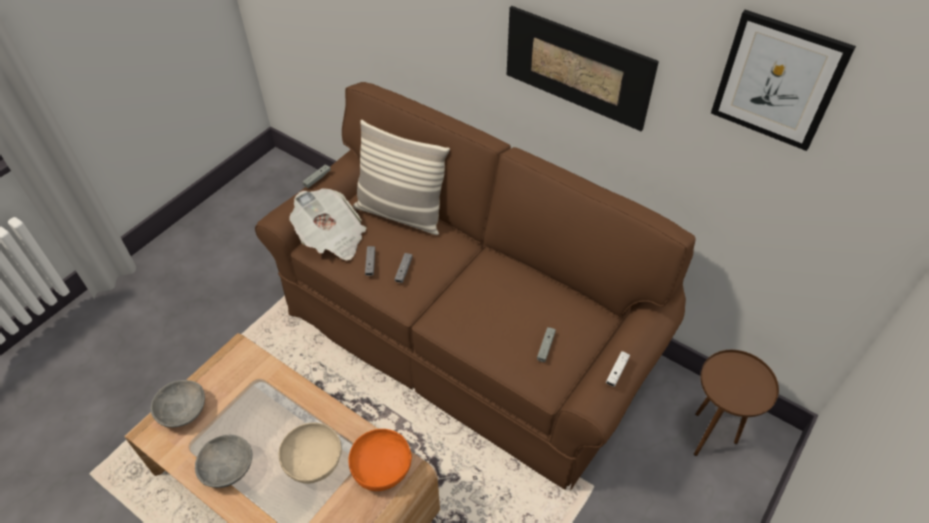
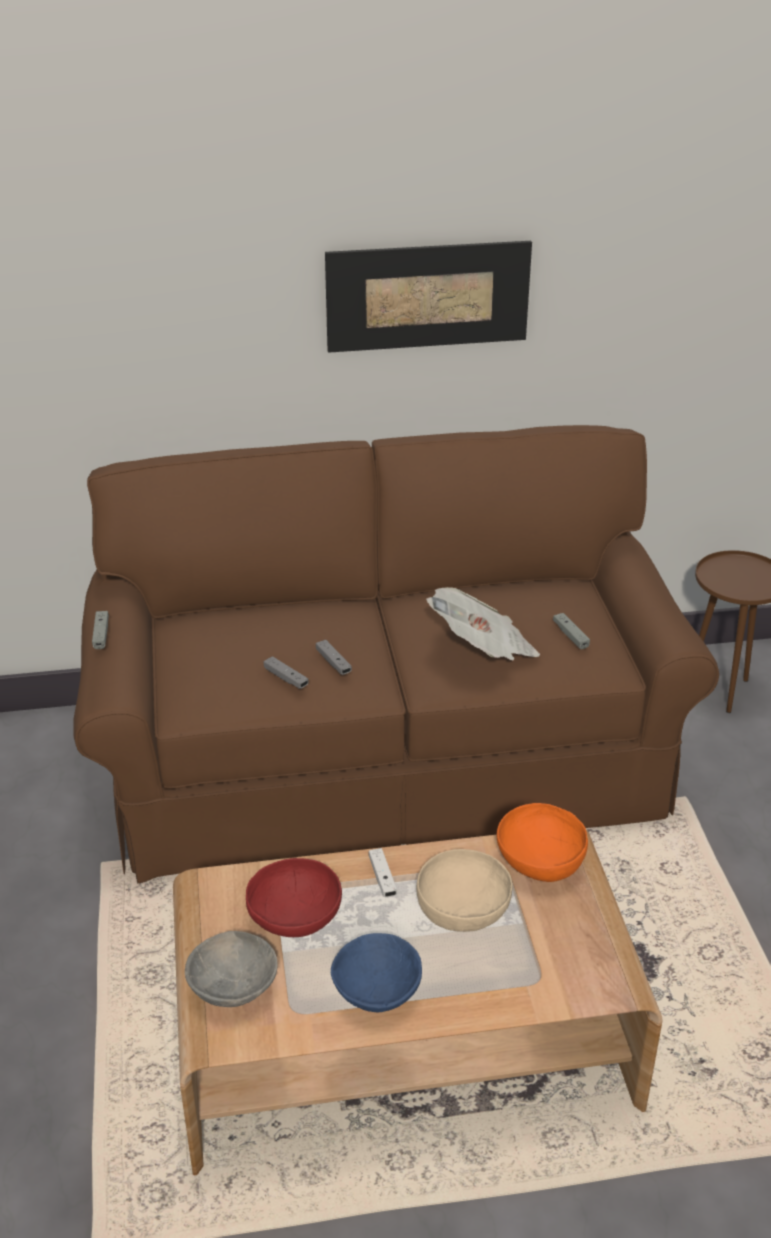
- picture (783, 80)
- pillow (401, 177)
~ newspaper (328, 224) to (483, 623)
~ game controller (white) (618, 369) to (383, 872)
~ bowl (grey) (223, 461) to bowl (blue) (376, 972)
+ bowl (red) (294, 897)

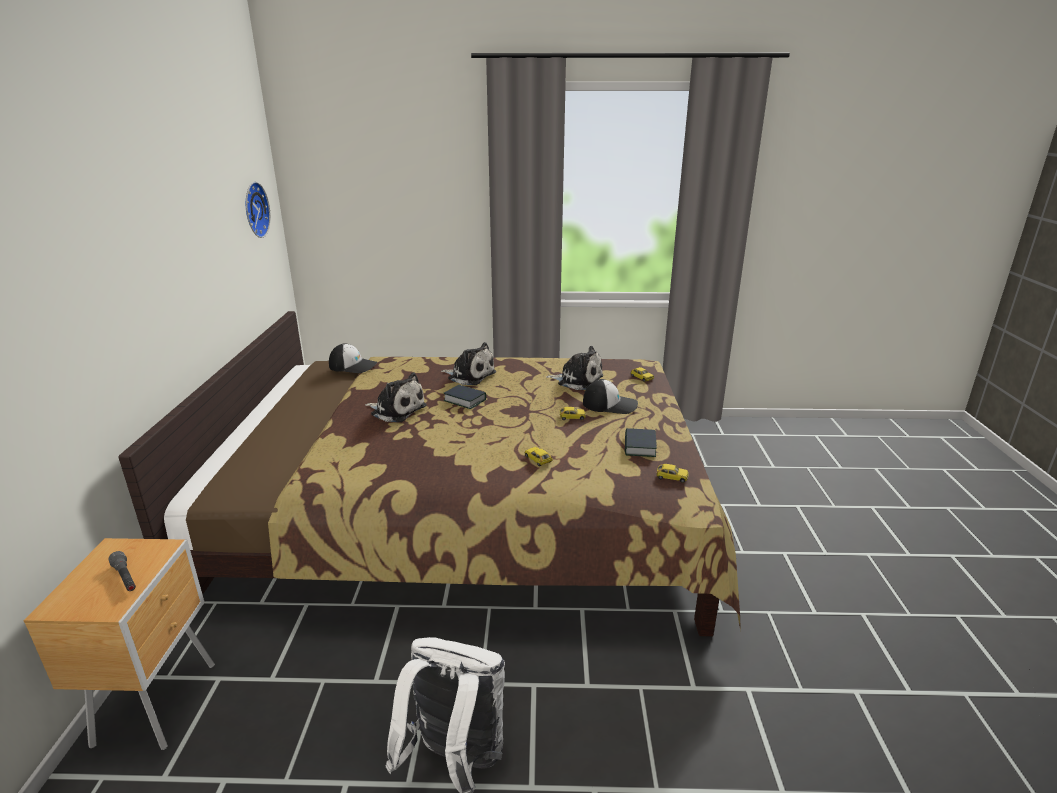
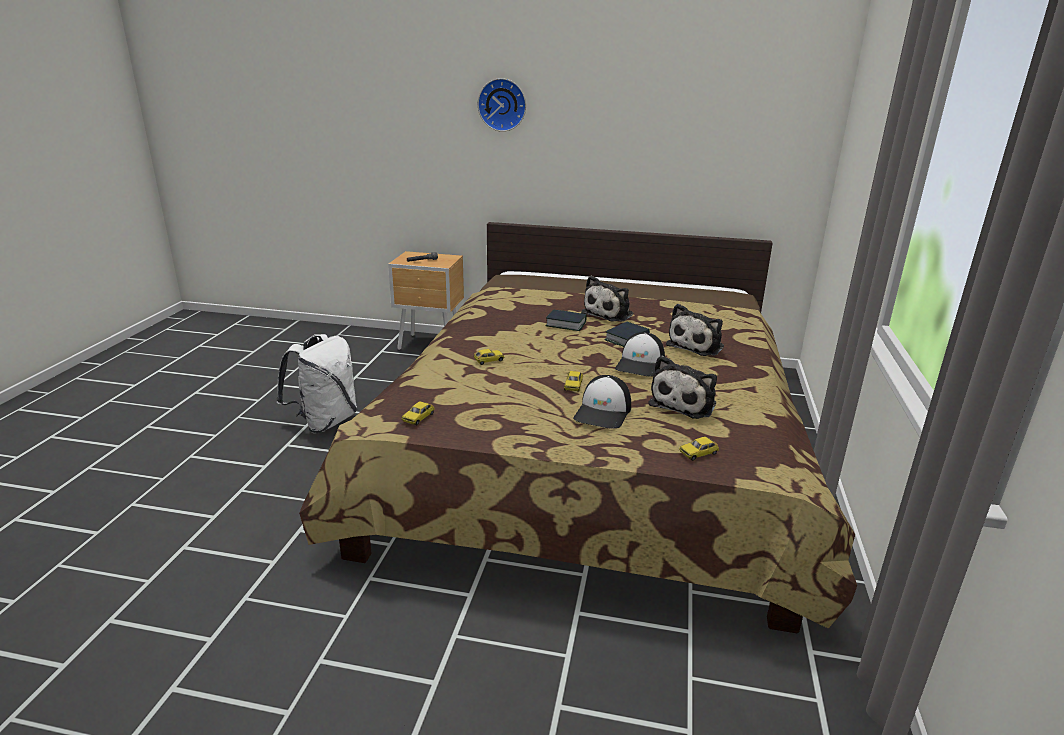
~ wall clock (258, 210) to (502, 105)
~ cap (353, 358) to (640, 354)
~ book (641, 442) to (566, 320)

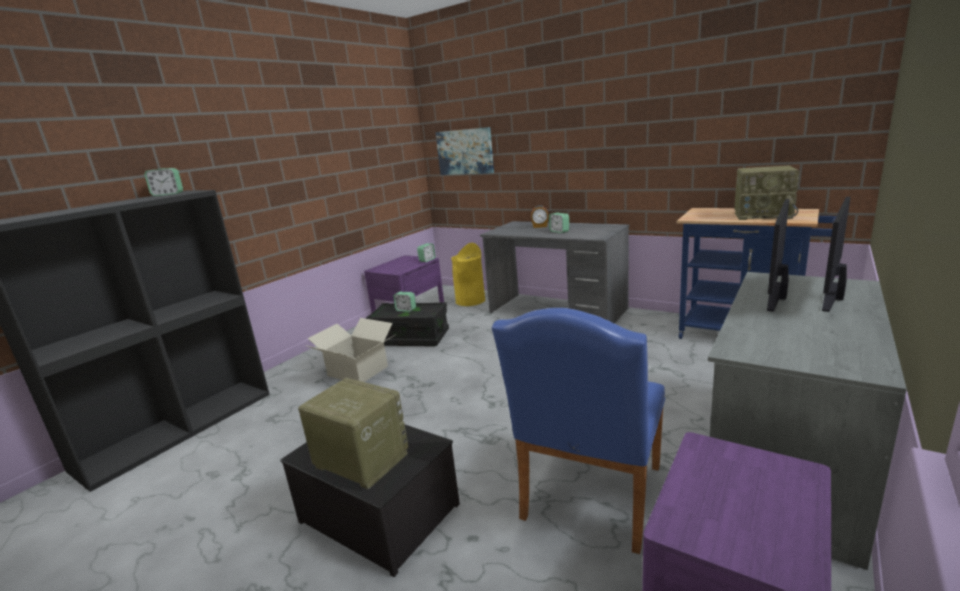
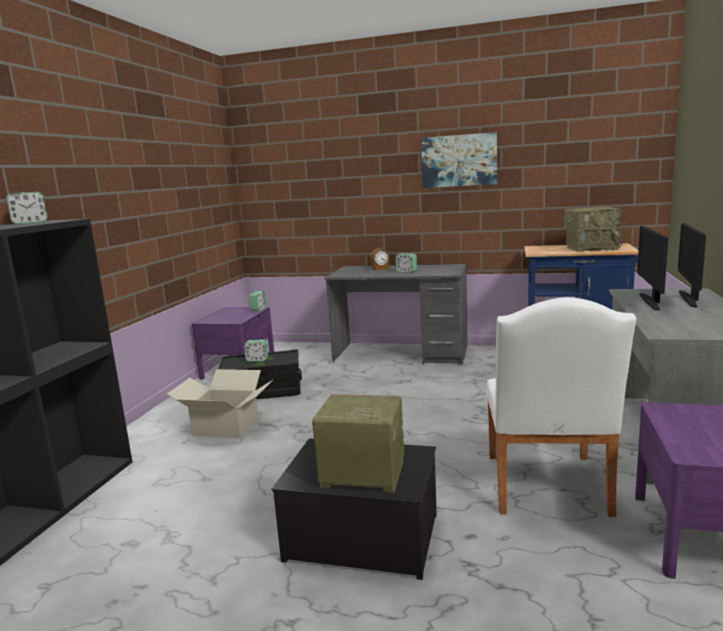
~ picture (465, 151) to (459, 160)
- trash can (yellow) (468, 274)
~ chair (blue) (579, 431) to chair (white) (561, 407)

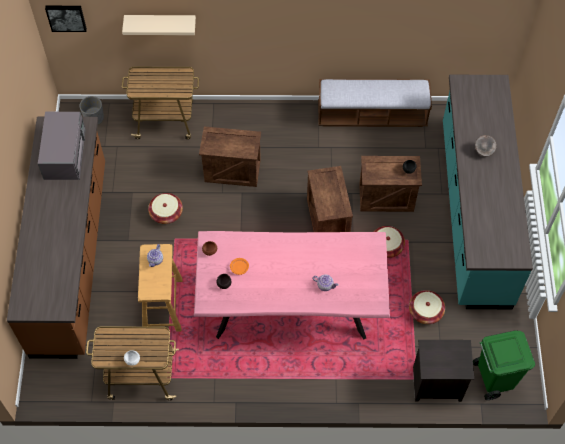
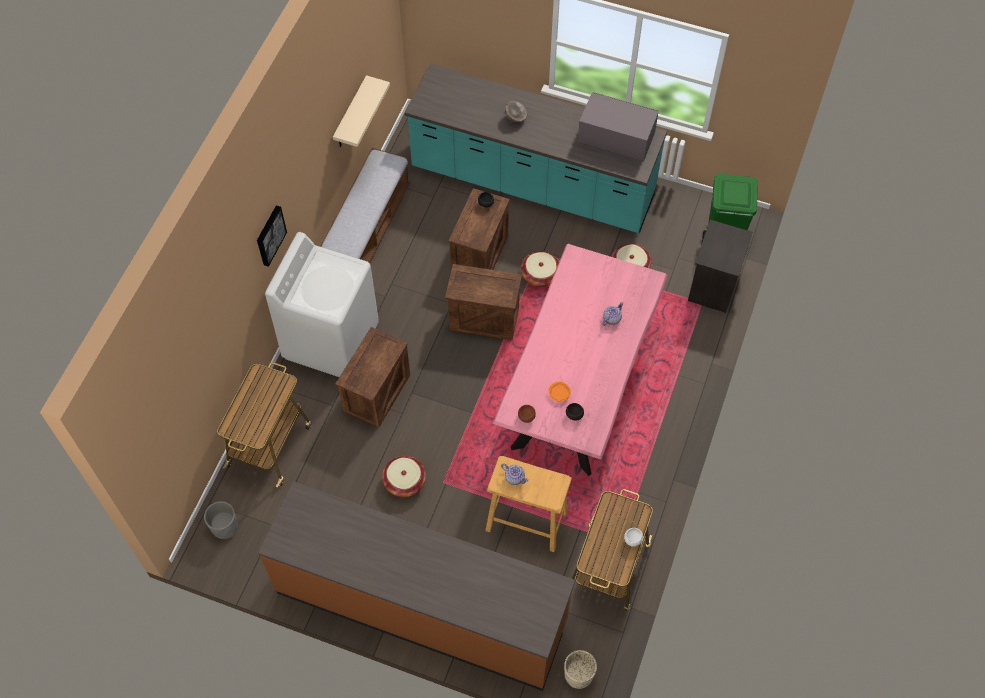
~ picture (66, 19) to (272, 236)
~ shelf (beige) (159, 25) to (361, 111)
~ microwave (grey) (62, 146) to (618, 127)
+ washing machine (white) (322, 304)
+ planter (beige) (580, 669)

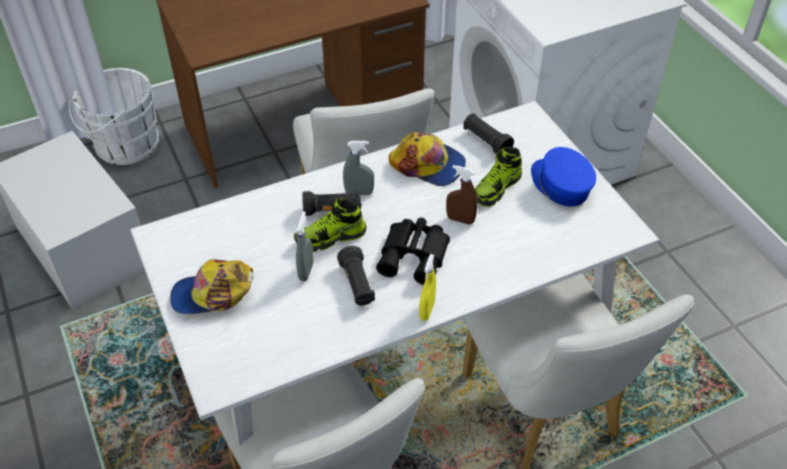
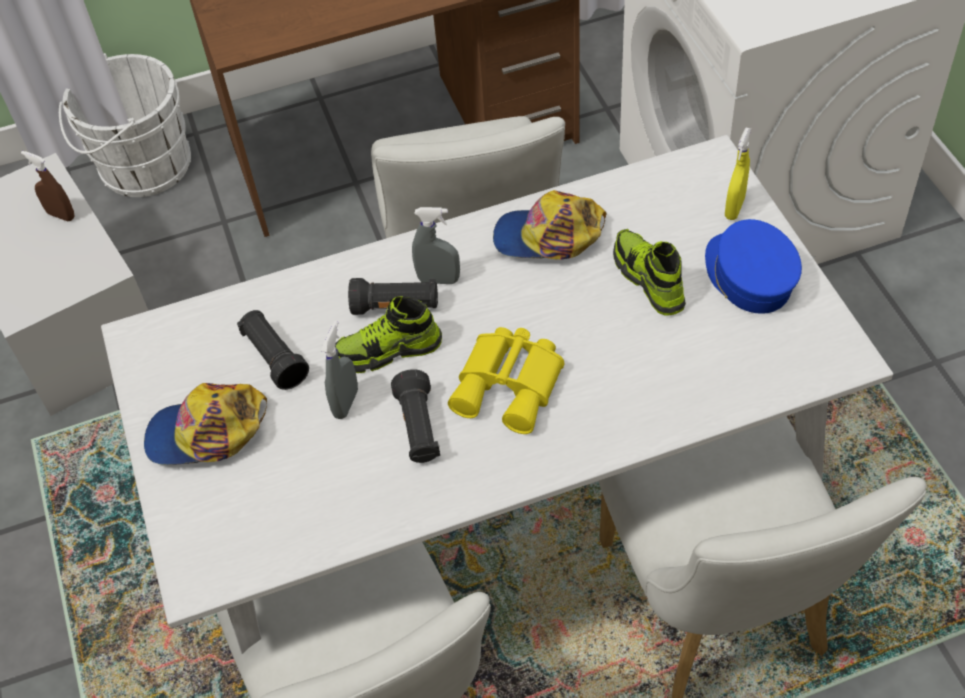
~ flashlight (black) (488, 133) to (273, 350)
~ cap (427, 159) = (550, 225) 150 degrees clockwise
~ shoe (498, 177) = (649, 272) 105 degrees clockwise
~ spray bottle (brown) (462, 195) to (48, 186)
~ binoculars (black) (413, 251) to binoculars (yellow) (506, 380)
~ spray bottle (yellow) (427, 287) to (738, 174)

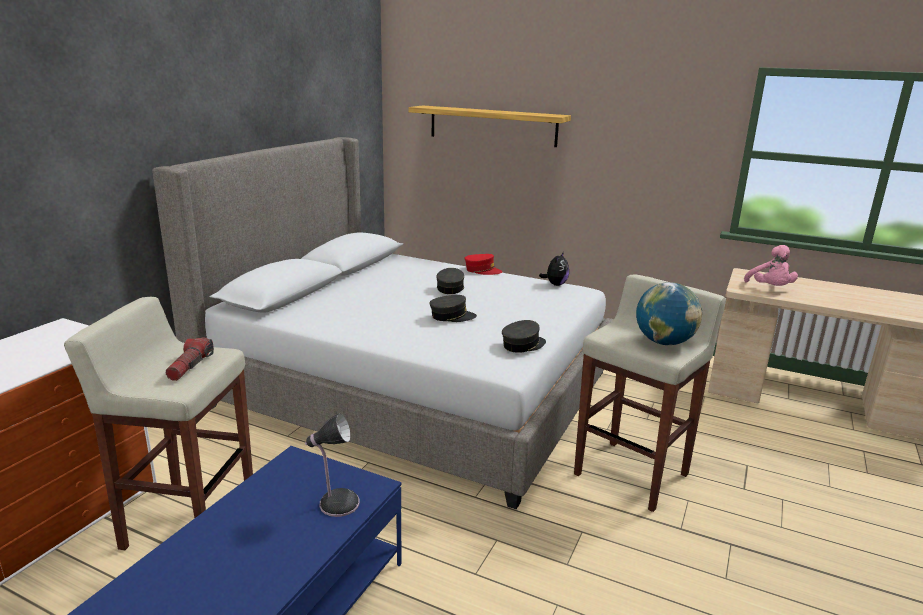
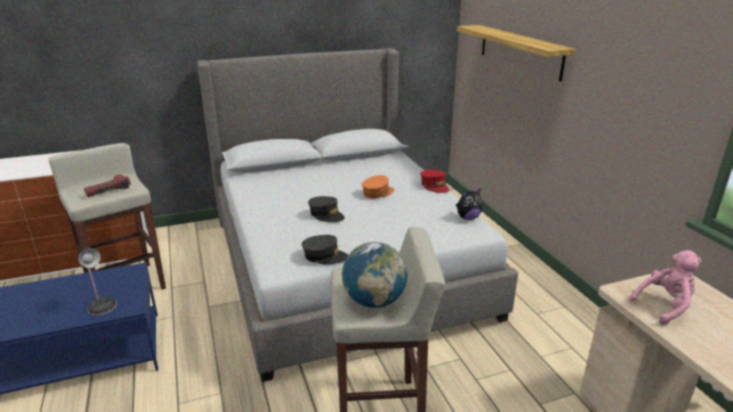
~ plush toy (pink) (771, 265) = (665, 287) 150 degrees counterclockwise
~ cap (grey) (450, 281) to cap (orange) (378, 186)

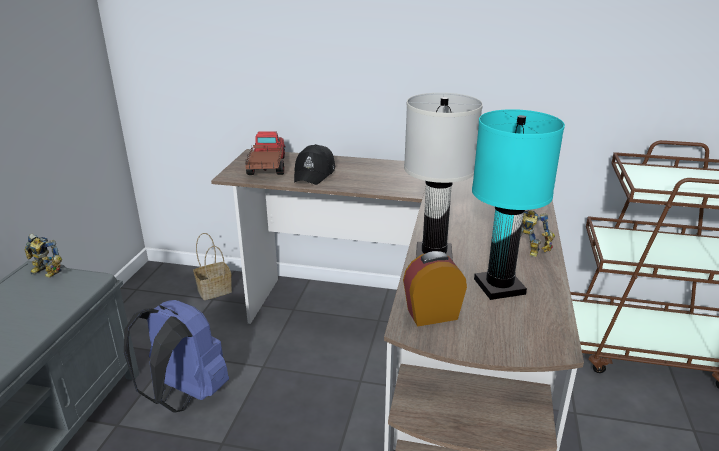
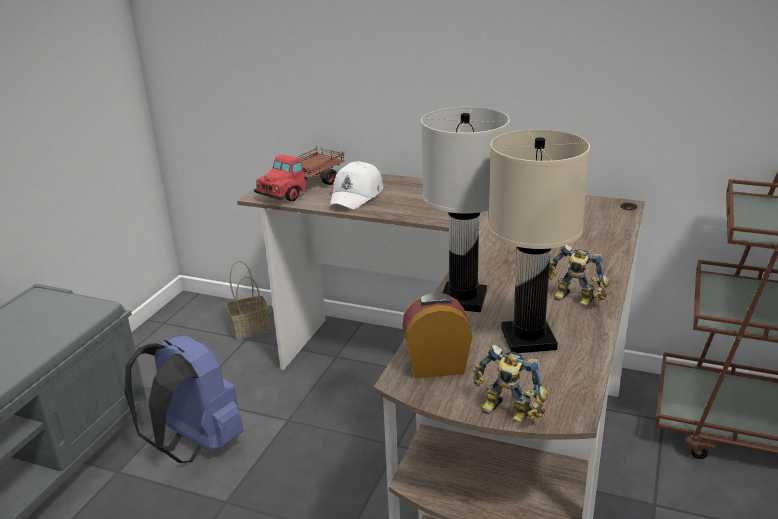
~ table lamp (turquoise) (518, 204) to table lamp (beige) (539, 241)
~ toy truck (265, 153) = (299, 173) 150 degrees counterclockwise
~ cap (black) (314, 164) to cap (white) (356, 185)
~ toy robot (43, 256) to (511, 383)

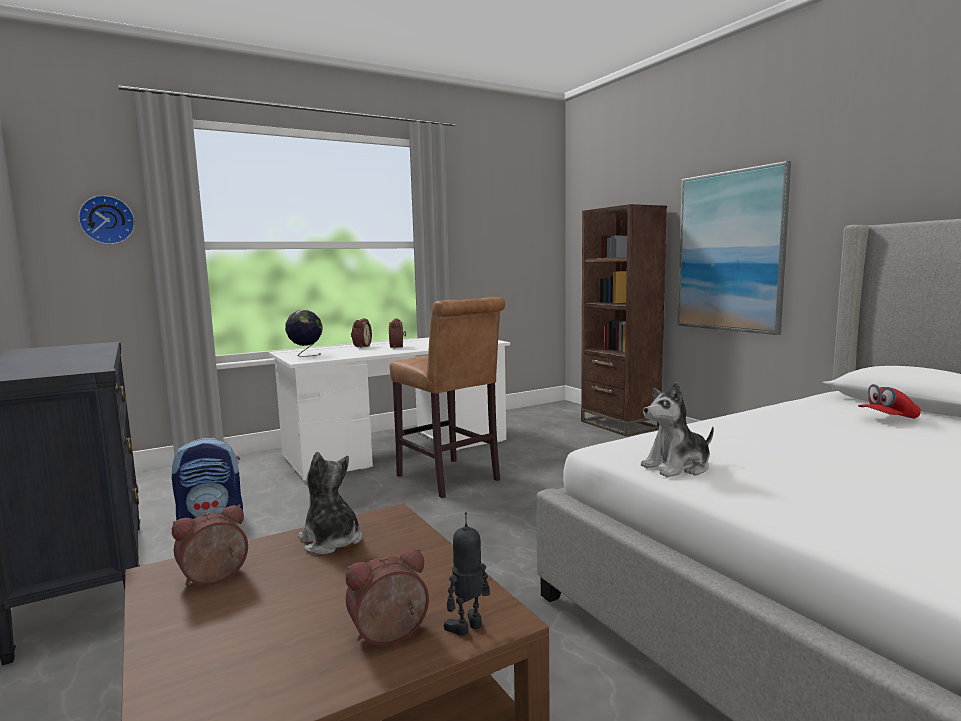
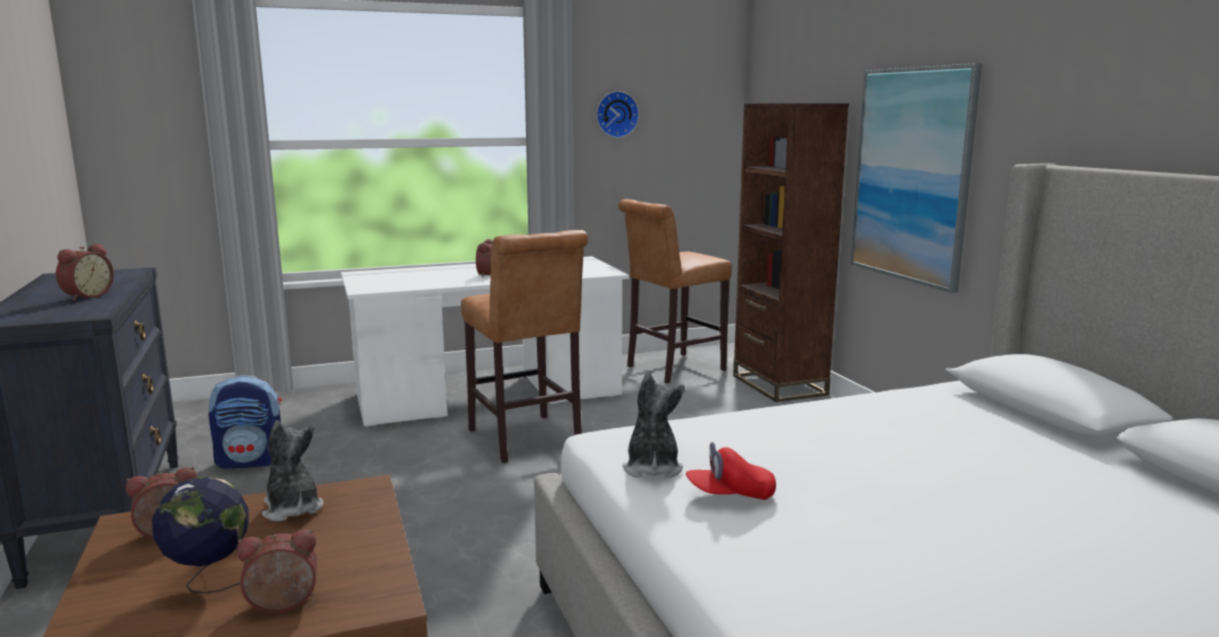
~ wall clock (106, 219) to (618, 114)
~ globe (304, 333) to (200, 535)
~ alarm clock (361, 333) to (85, 272)
~ plush toy (677, 429) = (653, 425) 105 degrees clockwise
~ cap (red) (889, 401) to (731, 471)
- toy robot (467, 574)
+ stool (brown) (675, 291)

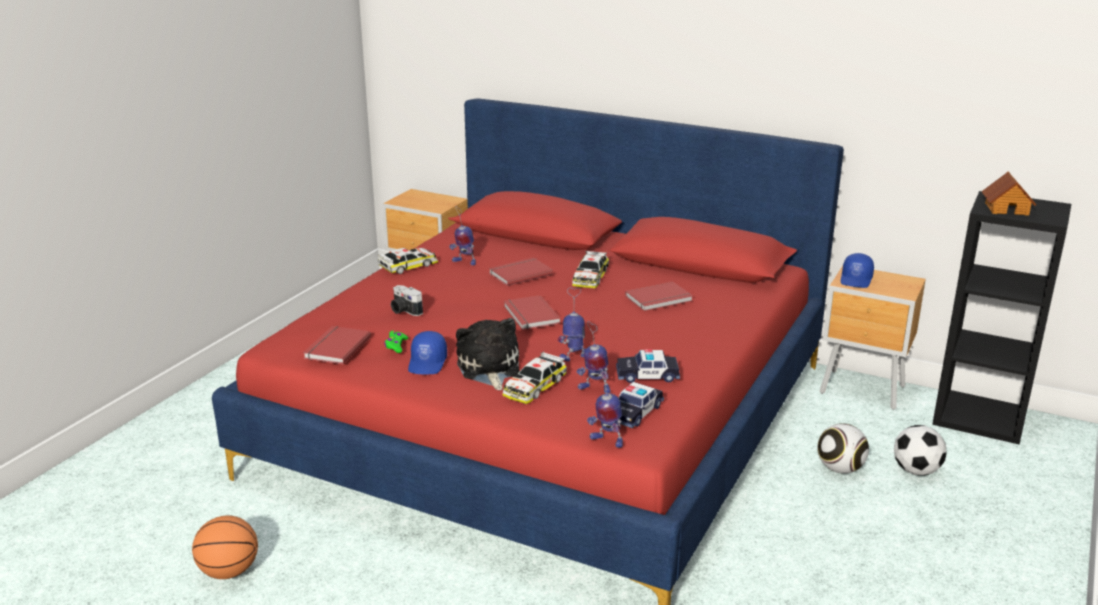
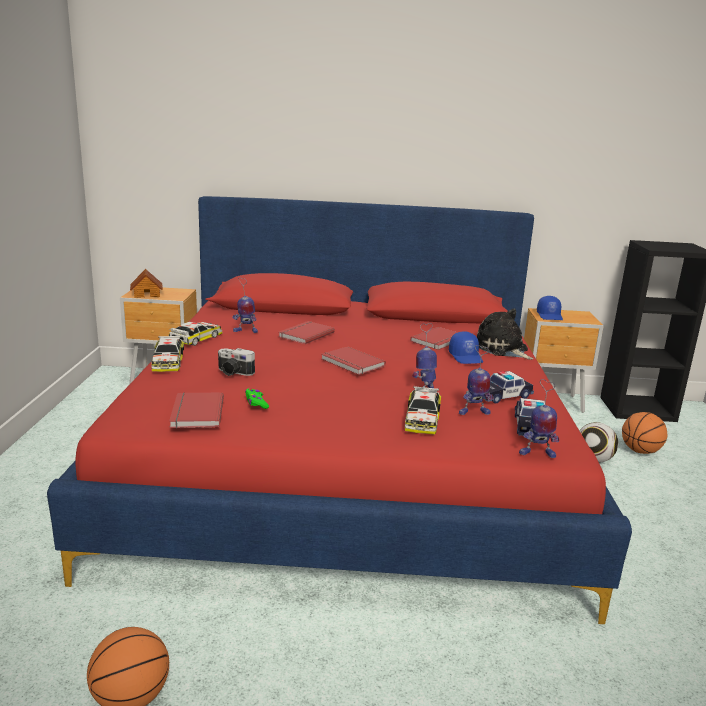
~ toy house (1008, 194) to (146, 283)
~ toy car (590, 269) to (167, 354)
~ plush toy (487, 354) to (505, 334)
~ cap (blue) (427, 353) to (466, 347)
~ football (920, 450) to basketball (644, 433)

